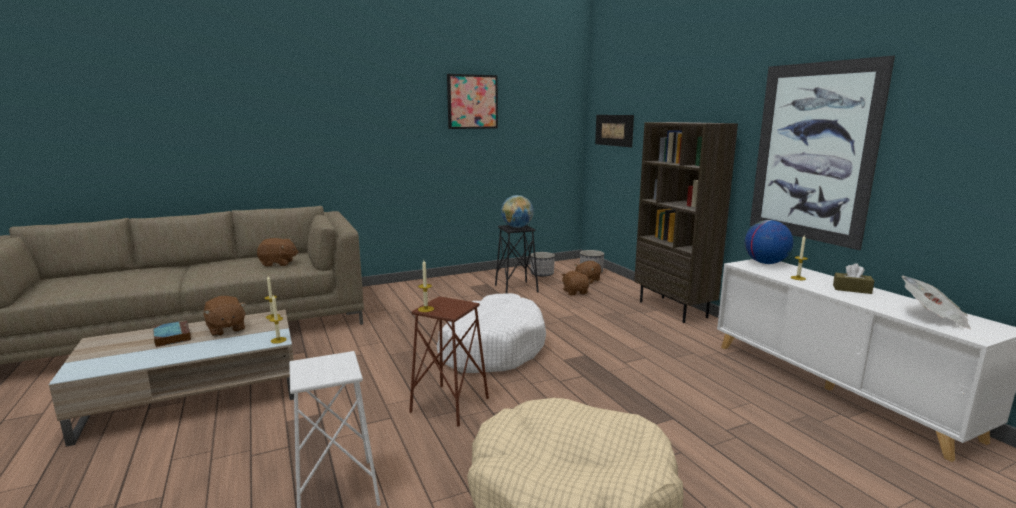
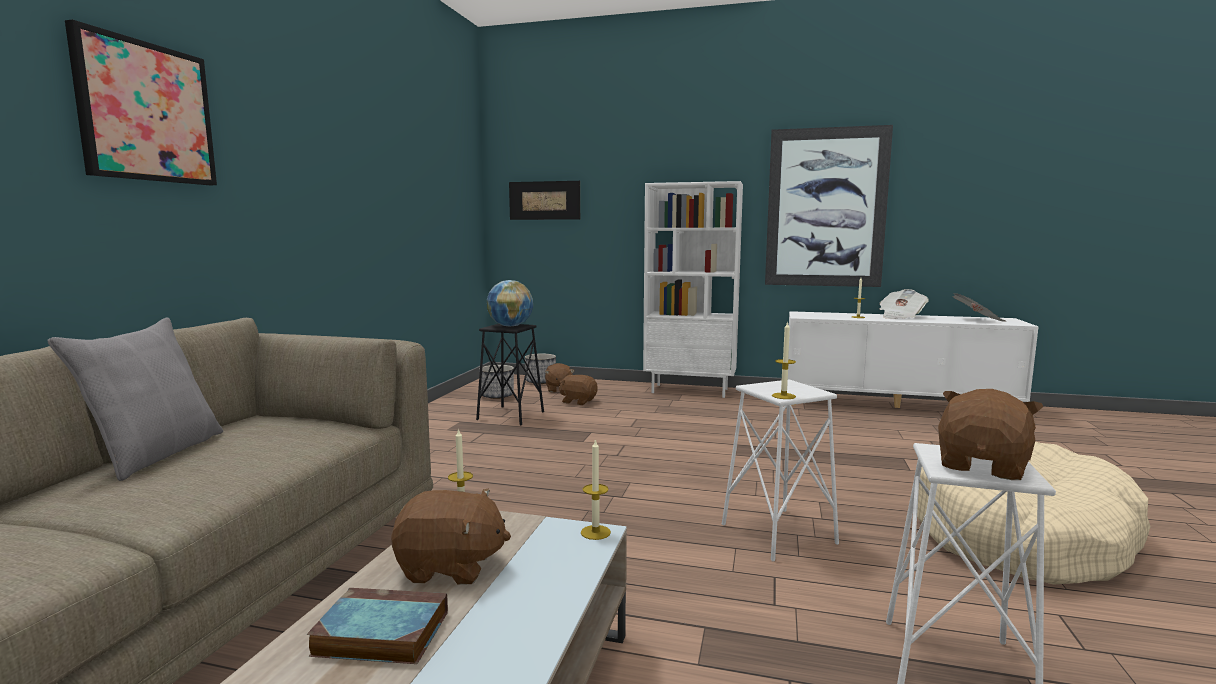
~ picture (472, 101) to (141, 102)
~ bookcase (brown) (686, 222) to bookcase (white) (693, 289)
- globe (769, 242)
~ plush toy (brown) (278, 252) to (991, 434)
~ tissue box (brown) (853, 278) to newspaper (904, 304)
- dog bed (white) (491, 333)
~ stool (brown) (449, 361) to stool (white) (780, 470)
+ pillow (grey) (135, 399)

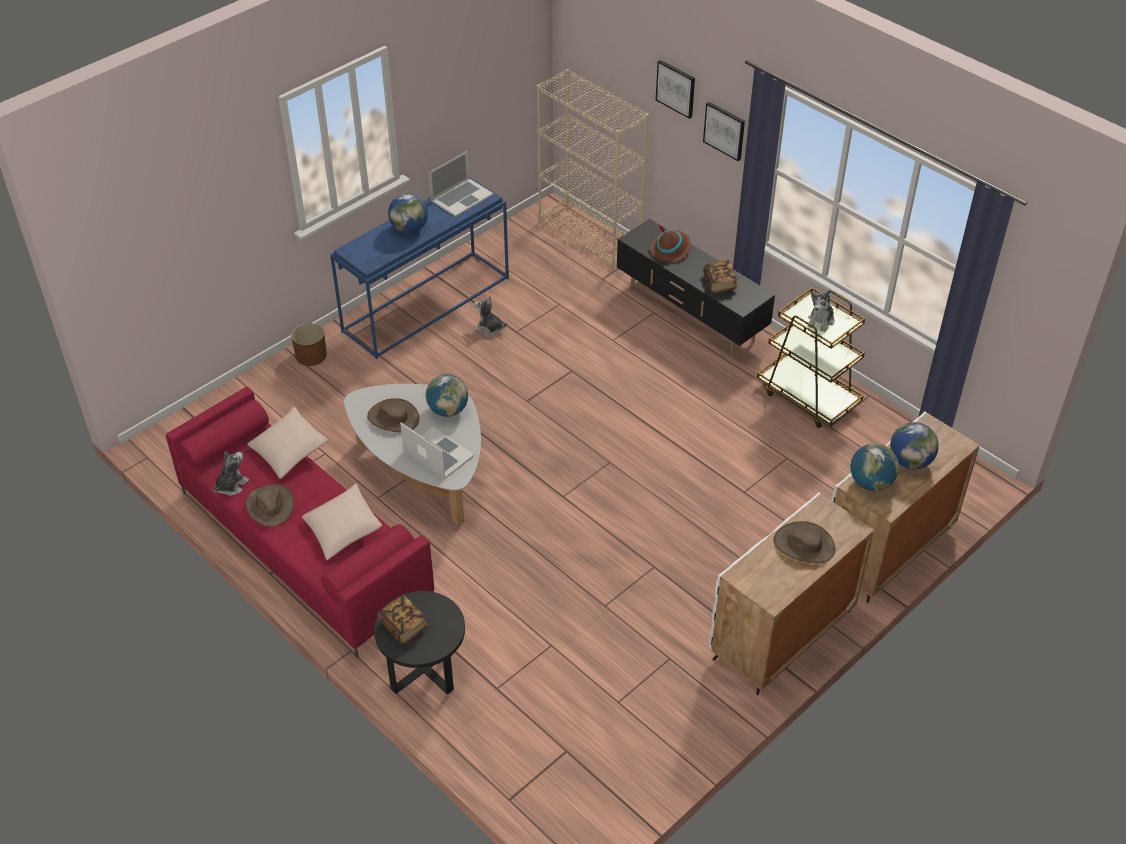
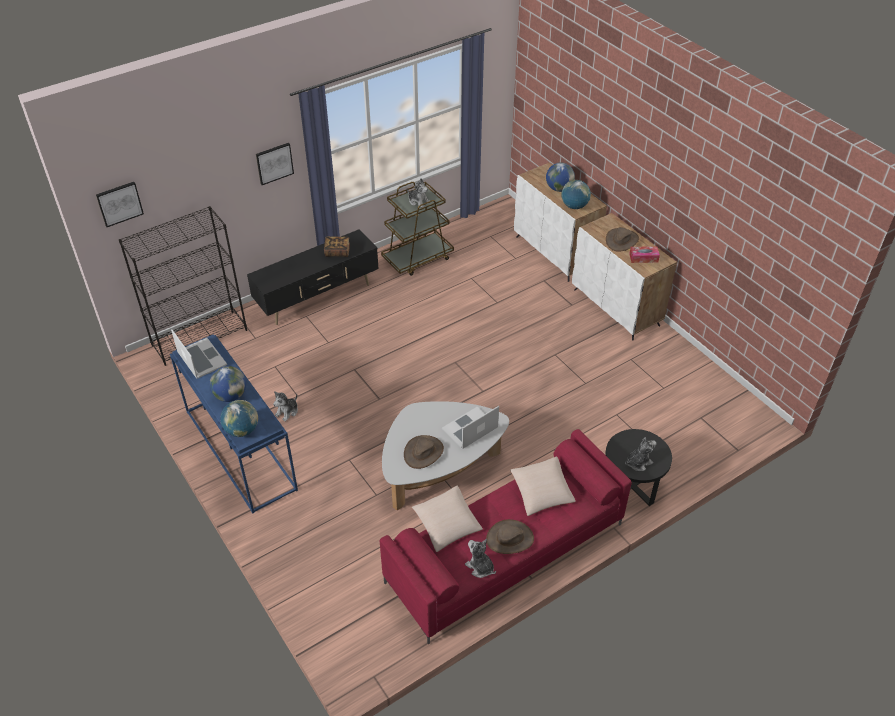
~ picture (675, 89) to (120, 204)
~ bookcase (beige) (593, 169) to bookcase (black) (183, 286)
- hat (brown) (670, 243)
- planter (brown) (309, 344)
~ globe (447, 395) to (239, 418)
~ book (402, 619) to plush toy (640, 454)
+ tissue box (644, 254)

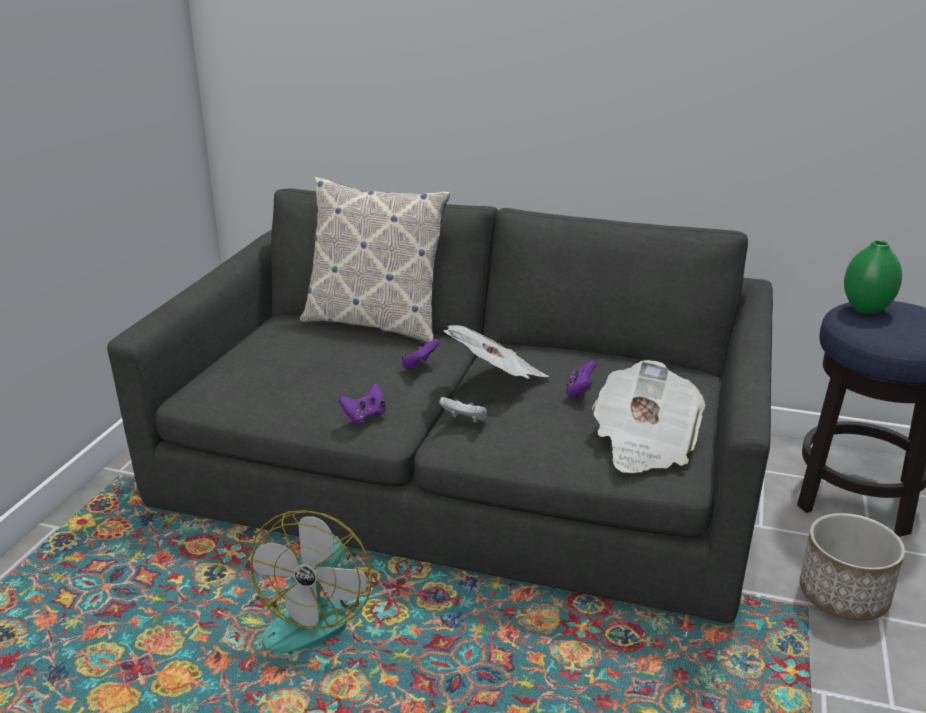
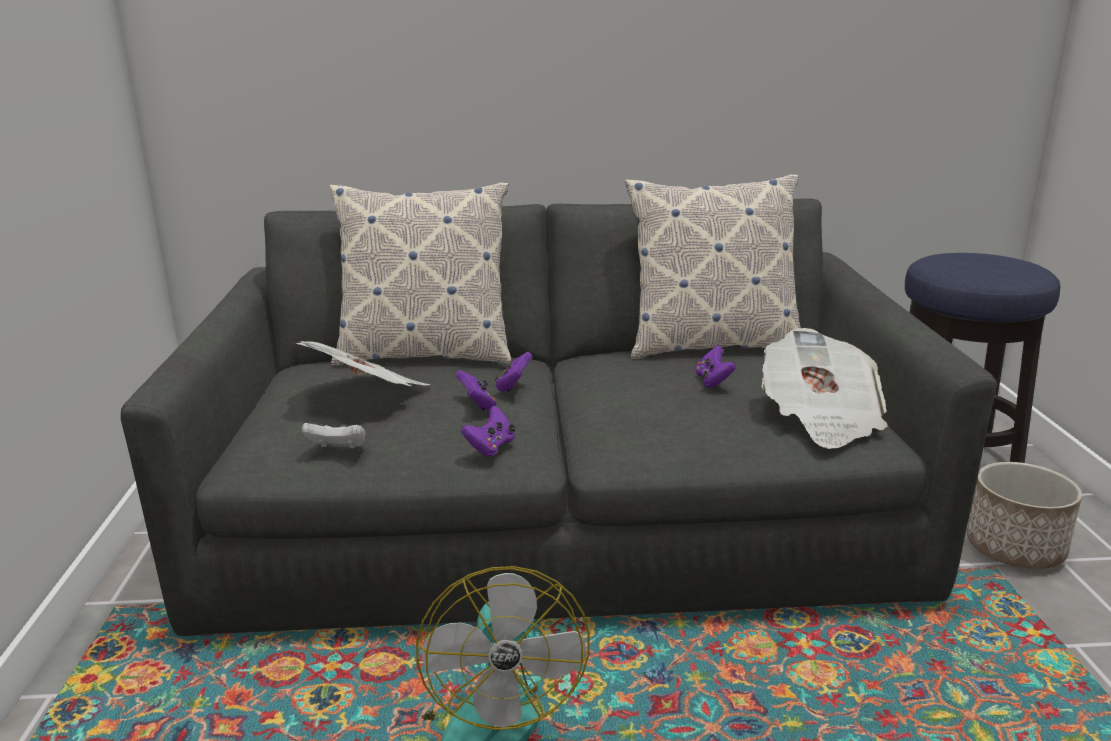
- vase (green) (873, 277)
~ newspaper (496, 352) to (363, 363)
~ game controller (white) (463, 410) to (333, 436)
+ pillow (713, 266)
+ game controller (purple) (476, 390)

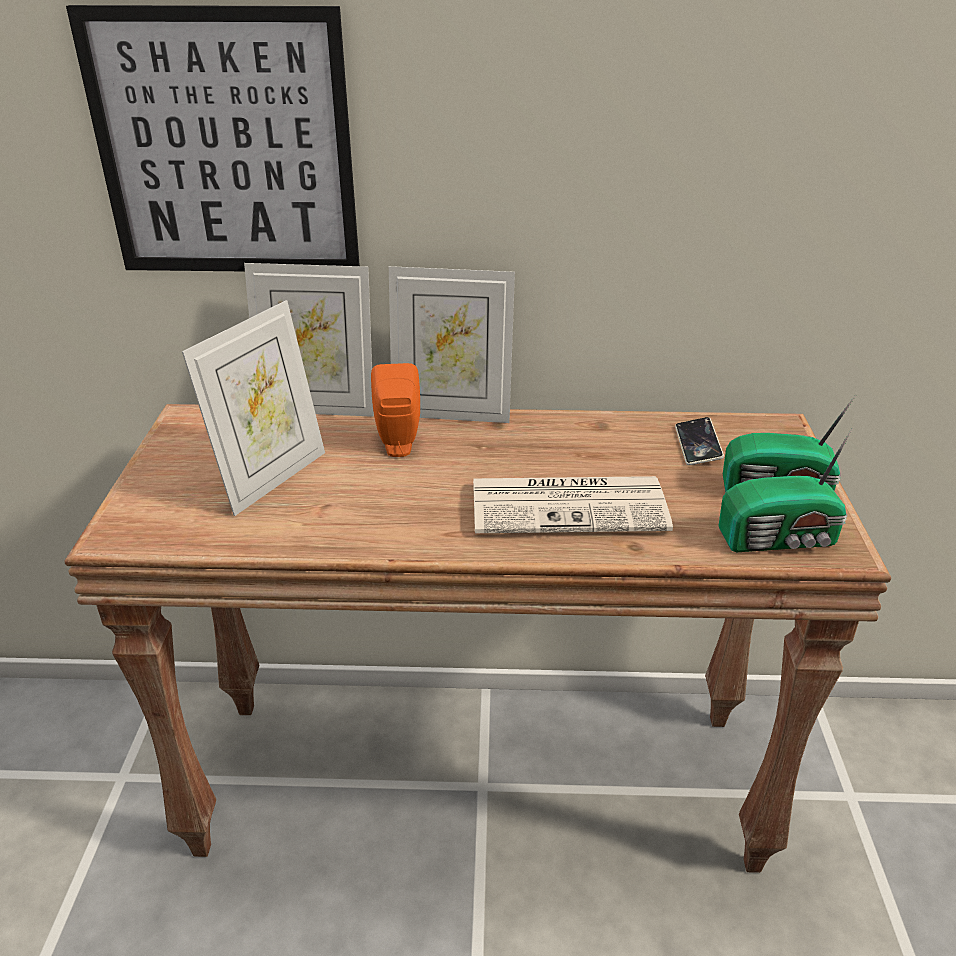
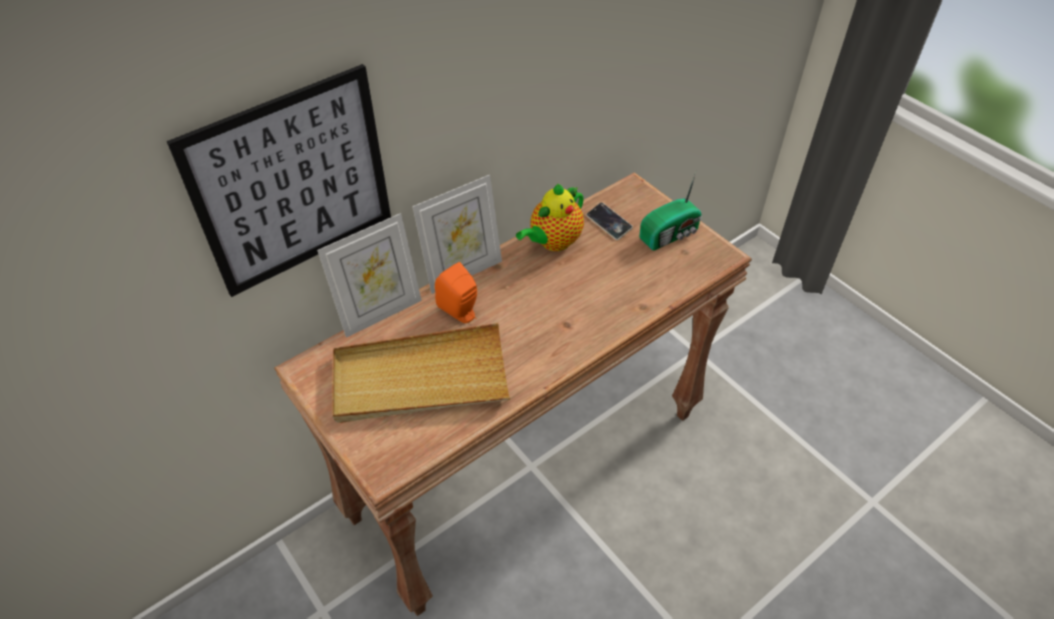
~ picture frame (253, 408) to tray (beige) (421, 373)
- radio (786, 490)
- newspaper (573, 504)
+ teapot (550, 217)

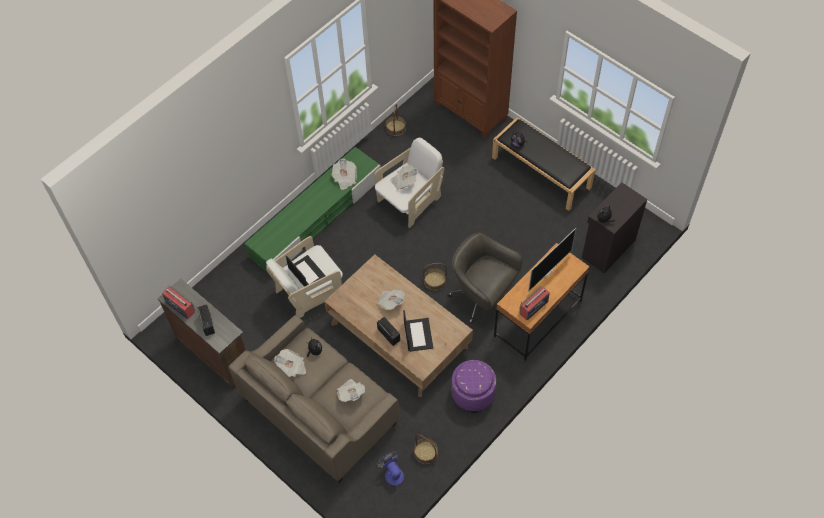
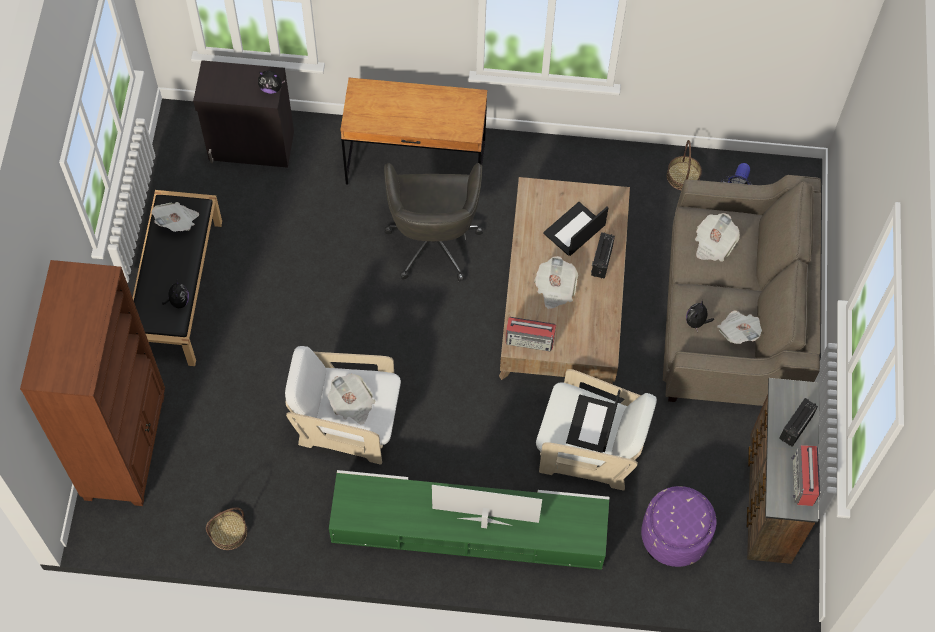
~ newspaper (344, 174) to (175, 217)
~ television (552, 260) to (487, 506)
- basket (435, 277)
~ radio (534, 303) to (530, 334)
~ ottoman (purple) (473, 386) to (679, 526)

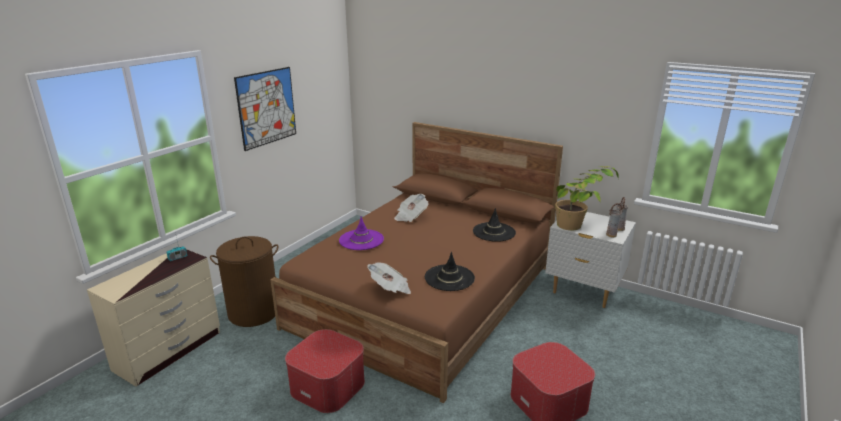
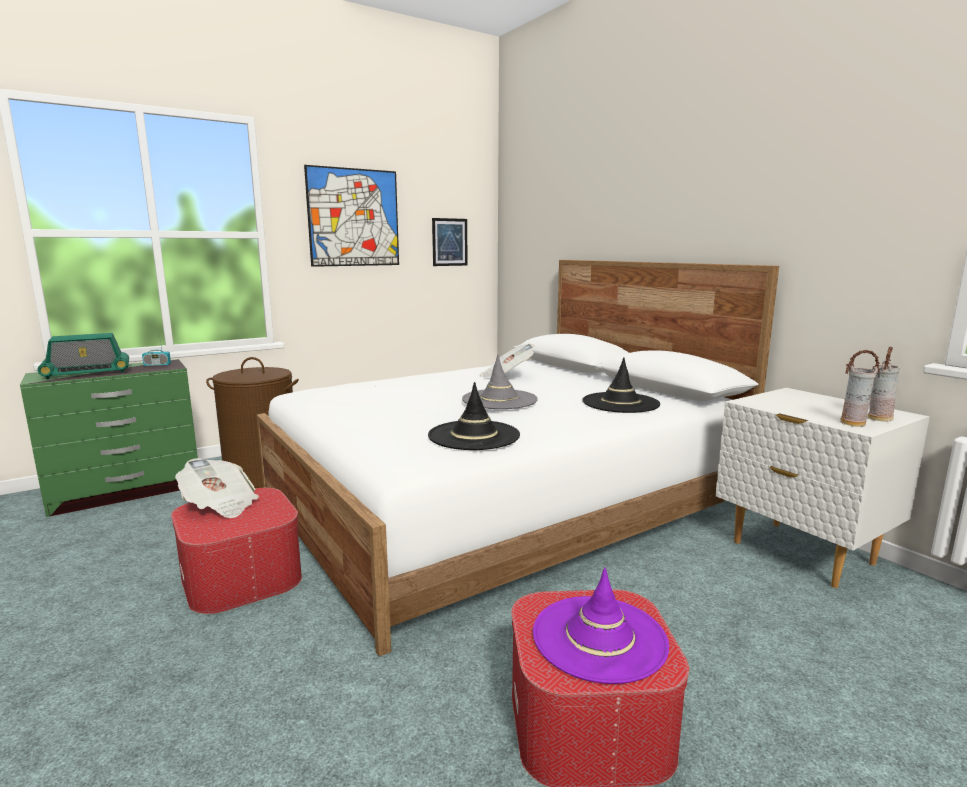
~ bed (brown) (416, 262) to bed (white) (518, 458)
- potted plant (587, 198)
~ hat (purple) (361, 233) to (601, 625)
~ dresser (beige) (153, 317) to dresser (green) (109, 438)
~ newspaper (389, 278) to (217, 488)
+ picture (450, 242)
+ radio (83, 356)
+ hat (grey) (500, 382)

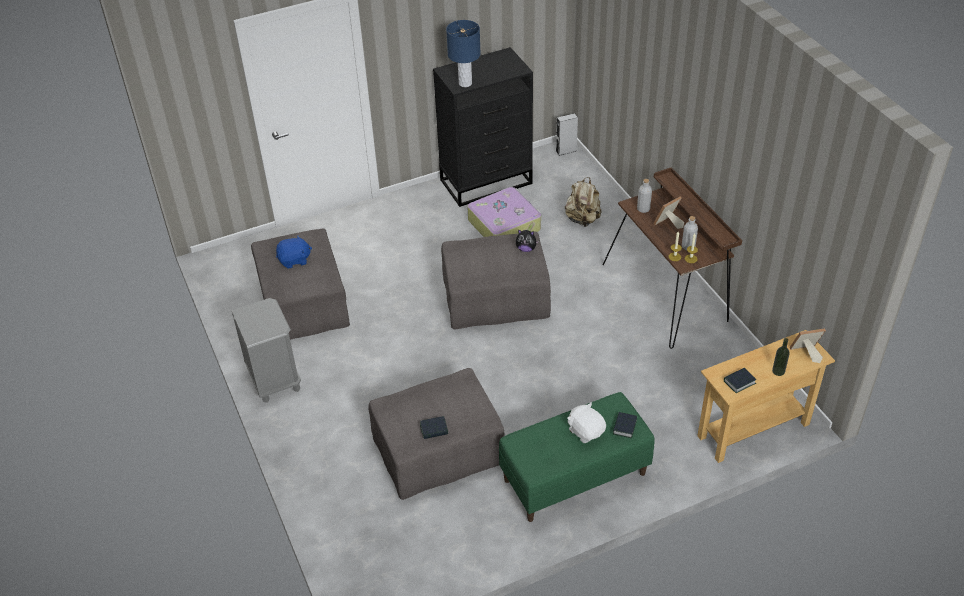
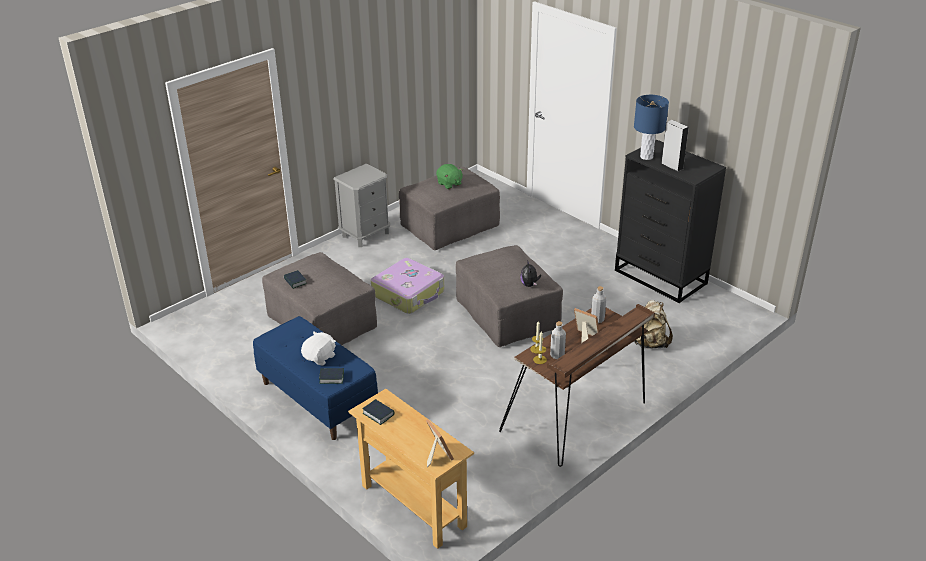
~ speaker (grey) (567, 134) to (675, 146)
~ suitcase (504, 212) to (407, 286)
~ plush toy (blue) (294, 252) to plush toy (green) (449, 176)
- bottle (781, 357)
~ bench (green) (577, 457) to bench (blue) (315, 378)

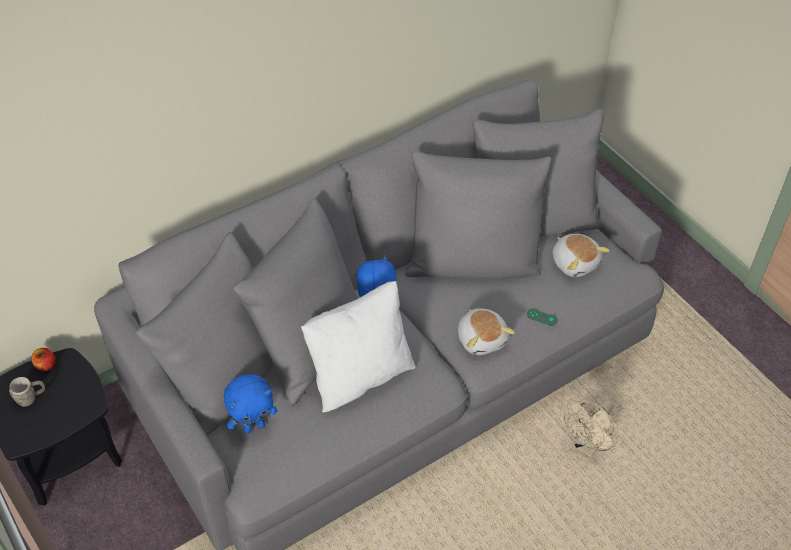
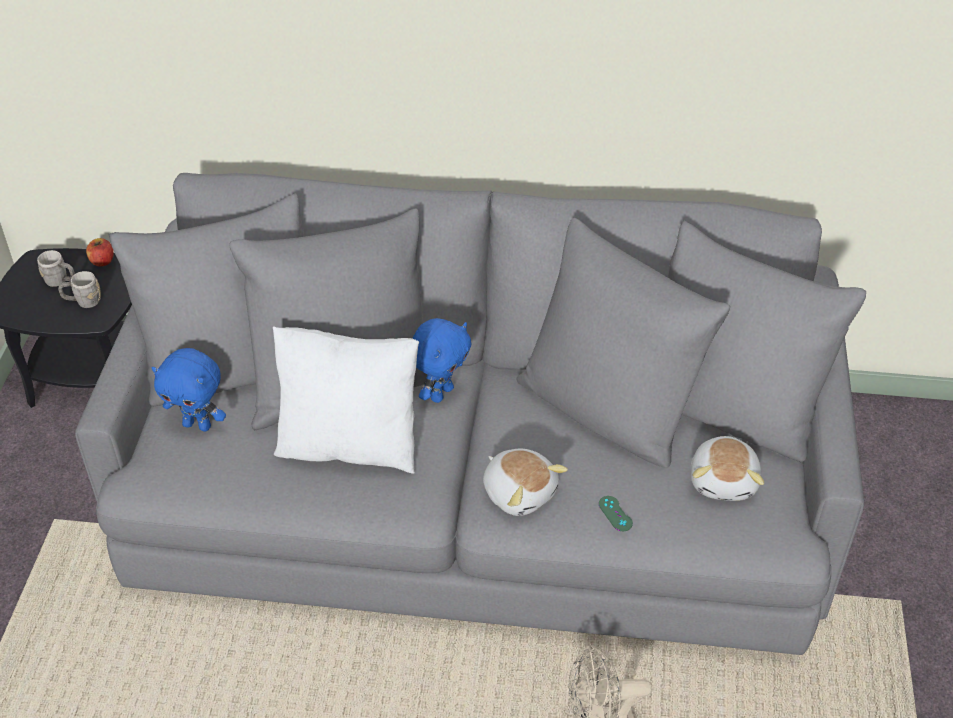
~ plush toy (486, 331) = (525, 482) 60 degrees counterclockwise
+ mug (grey) (80, 289)

